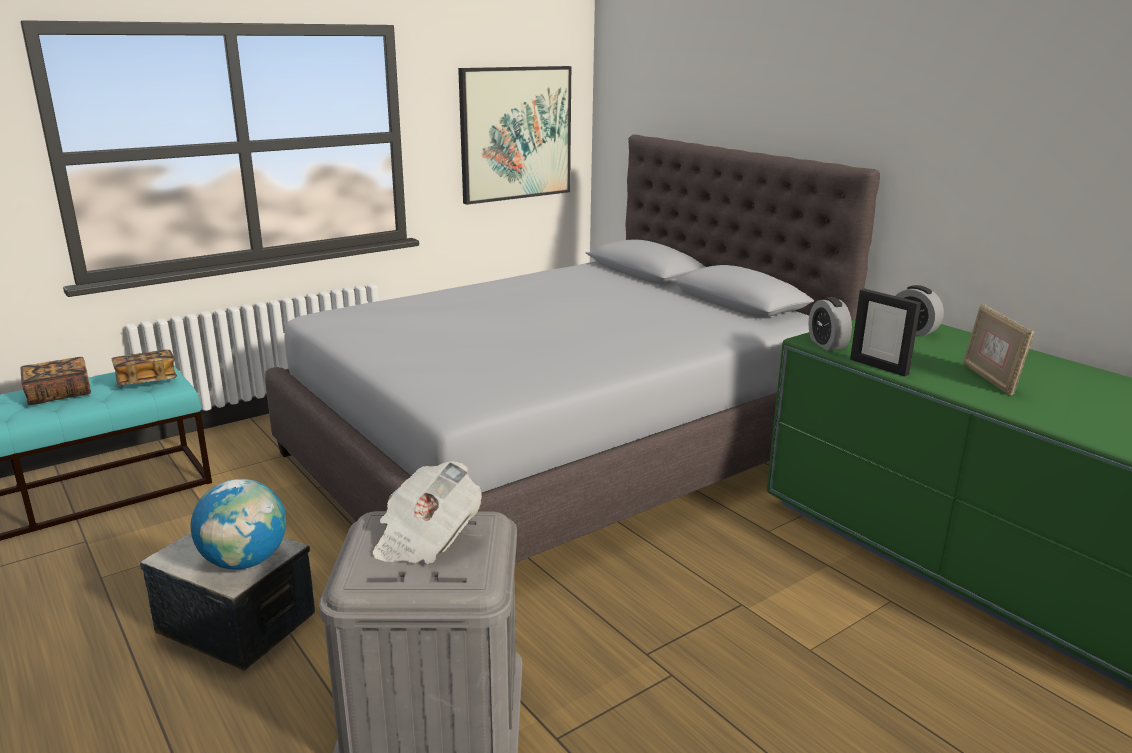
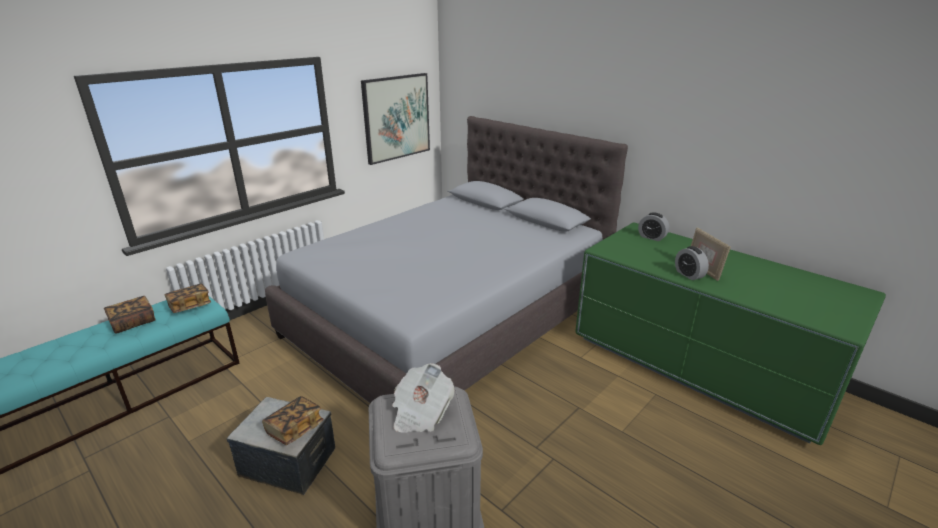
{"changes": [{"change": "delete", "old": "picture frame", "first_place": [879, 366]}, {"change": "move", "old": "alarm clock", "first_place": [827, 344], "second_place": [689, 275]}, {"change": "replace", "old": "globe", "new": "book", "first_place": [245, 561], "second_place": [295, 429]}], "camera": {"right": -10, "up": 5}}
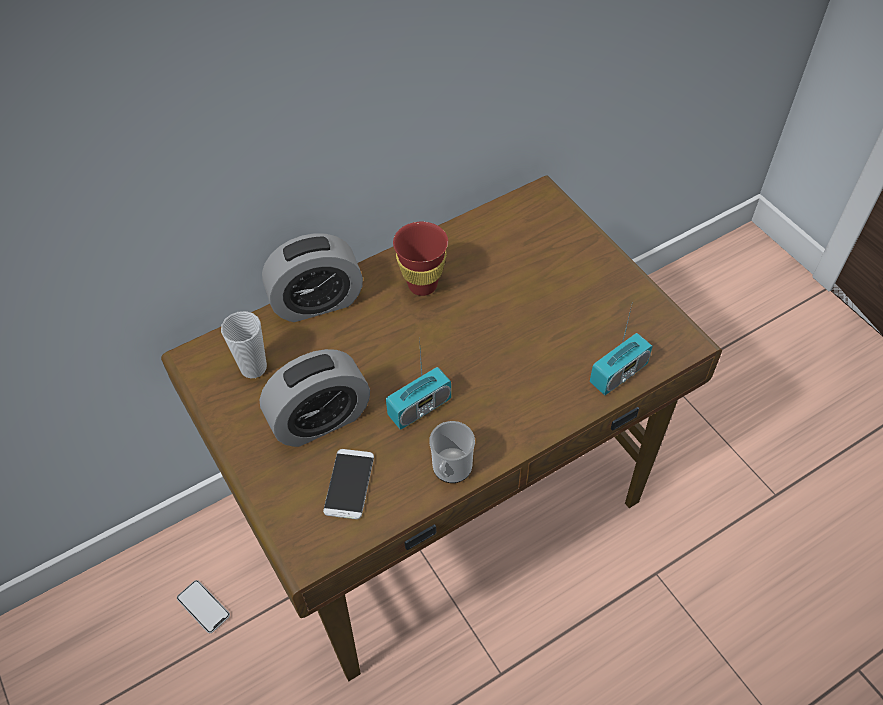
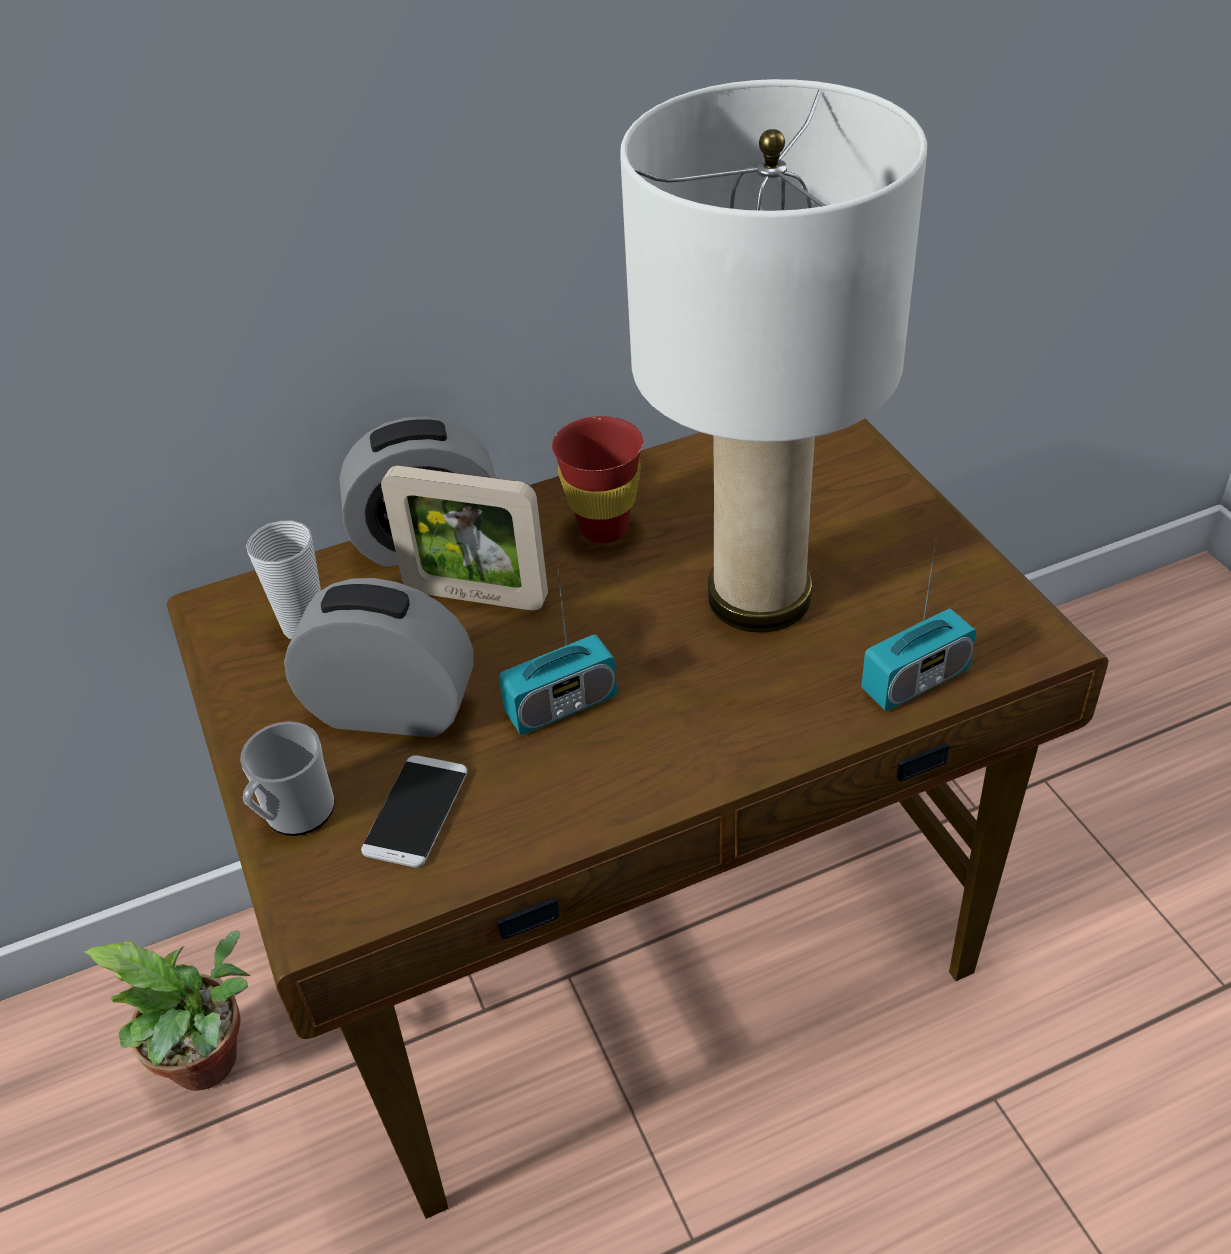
{"changes": [{"change": "insert", "new": "picture frame", "second_place": [476, 596]}, {"change": "insert", "new": "white table lamp", "second_place": [761, 596]}, {"change": "move", "old": "mug", "first_place": [450, 470], "second_place": [294, 815]}, {"change": "replace", "old": "phone", "new": "potted plant", "first_place": [203, 607], "second_place": [213, 1063]}, {"change": "rotate", "old": "alarm clock", "first_place": [320, 420], "second_place": [392, 710], "degrees": -150}], "camera": {"right": 10, "up": -10}}
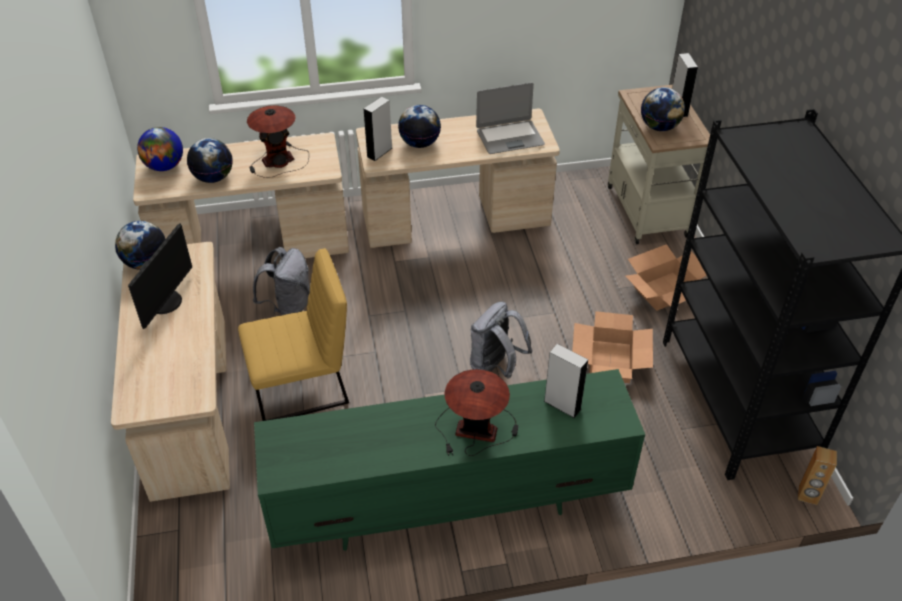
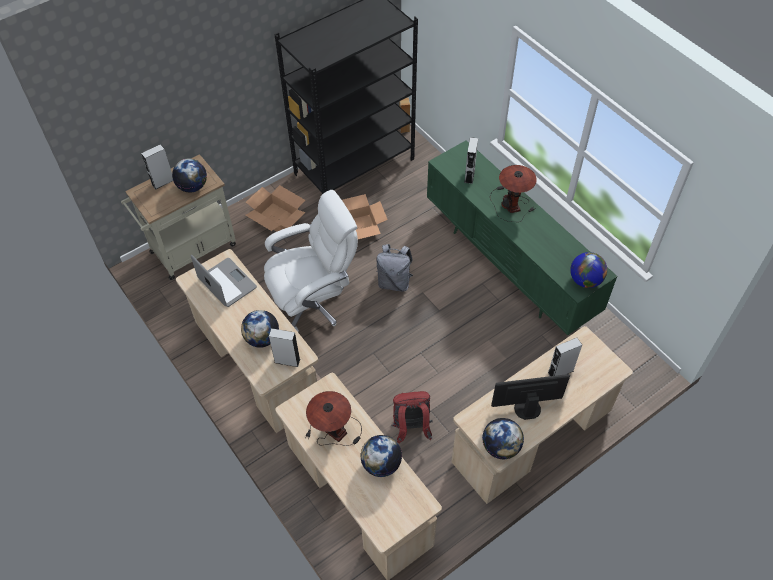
{"changes": [{"change": "delete", "old": "yellow chair", "first_place": [302, 387]}, {"change": "insert", "new": "white office chair", "second_place": [314, 303]}, {"change": "insert", "new": "grey speaker", "second_place": [560, 372]}, {"change": "move", "old": "globe", "first_place": [164, 166], "second_place": [585, 280]}, {"change": "recolor", "old": "grey backpack", "new": "red backpack", "first_place": [288, 308], "second_place": [411, 428]}], "camera": {"right": -115, "up": 10}}
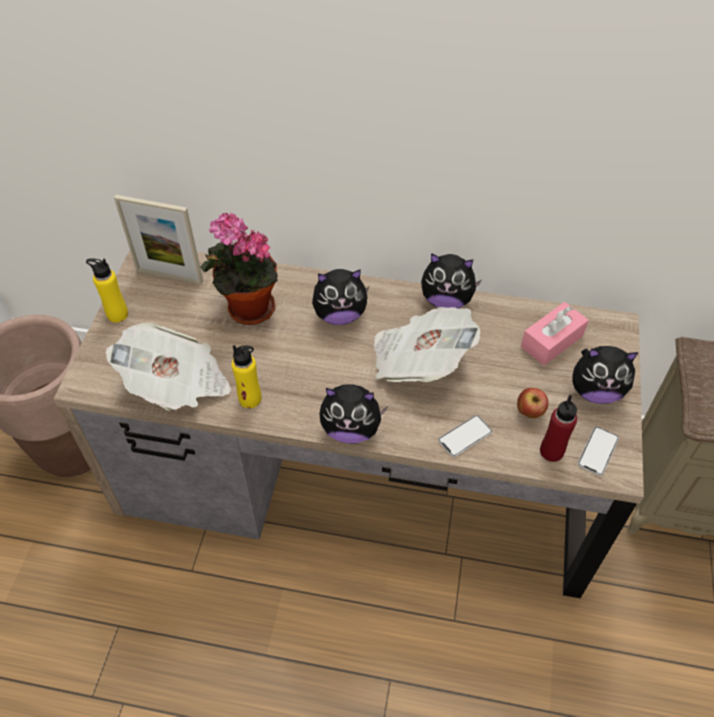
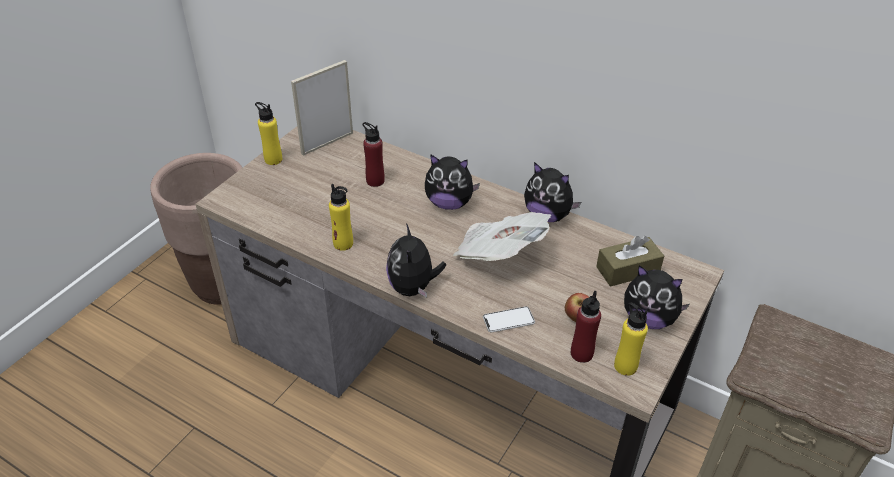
{"changes": [{"change": "delete", "old": "newspaper", "first_place": [177, 384]}, {"change": "replace", "old": "potted plant", "new": "red bottle", "first_place": [247, 309], "second_place": [375, 181]}, {"change": "replace", "old": "phone", "new": "yellow bottle", "first_place": [598, 451], "second_place": [625, 366]}, {"change": "recolor", "old": "pink tissue box", "new": "brown tissue box", "first_place": [551, 341], "second_place": [627, 270]}, {"change": "rotate", "old": "picture frame", "first_place": [169, 276], "second_place": [327, 143], "degrees": 105}, {"change": "rotate", "old": "plush toy", "first_place": [351, 429], "second_place": [413, 287], "degrees": 60}], "camera": {"right": 20, "up": -10}}
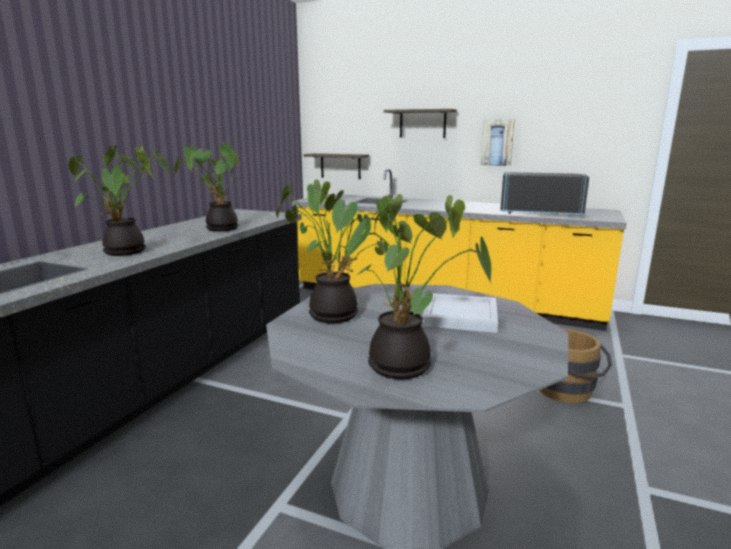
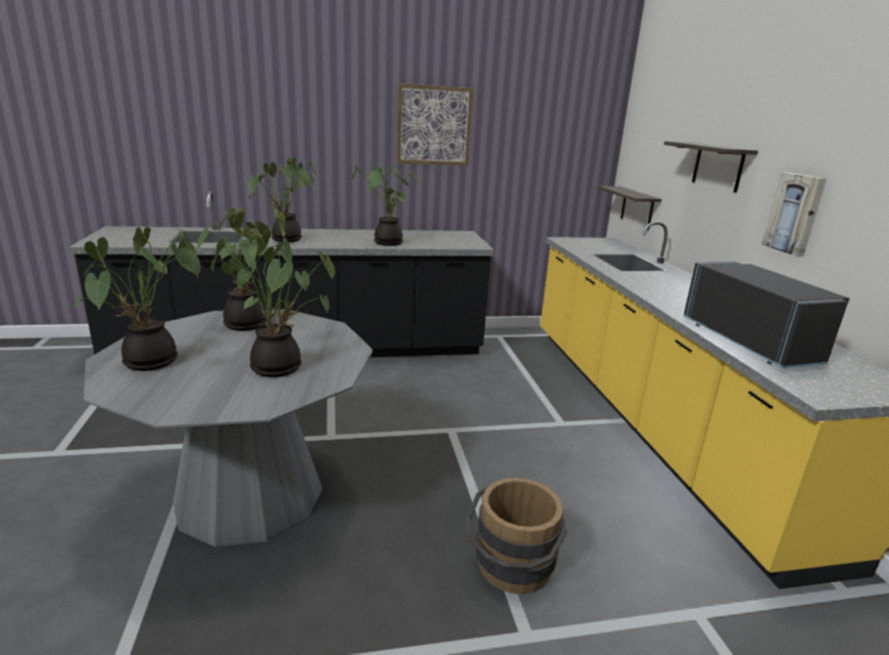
{"changes": [{"change": "insert", "new": "picture", "second_place": [434, 125]}, {"change": "replace", "old": "white tray", "new": "potted plant", "first_place": [459, 316], "second_place": [279, 366]}], "camera": {"right": 55, "up": 5}}
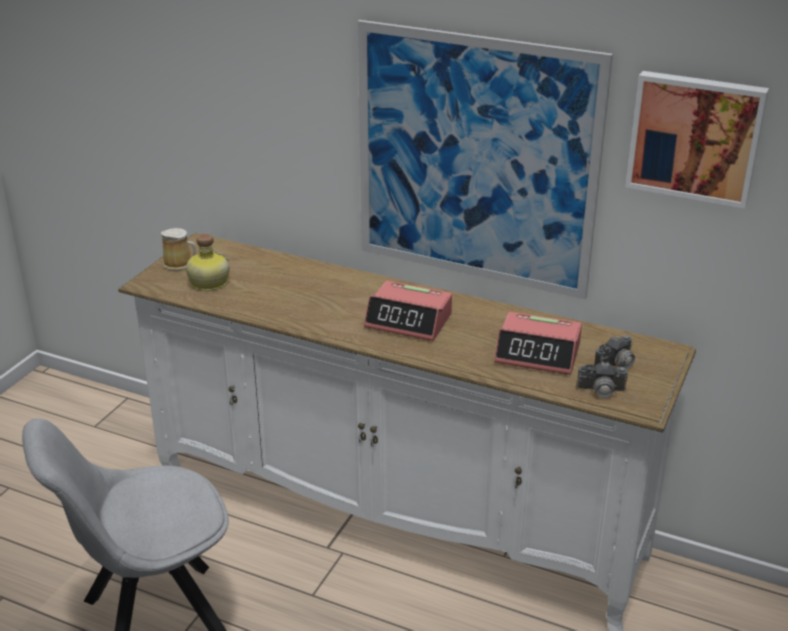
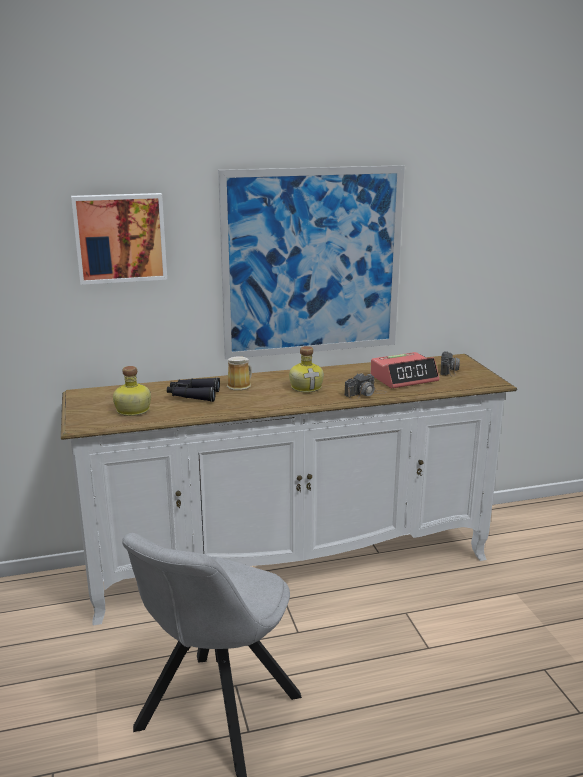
{"changes": [{"change": "insert", "new": "black binoculars", "second_place": [193, 395]}, {"change": "move", "old": "mug", "first_place": [180, 263], "second_place": [240, 386]}, {"change": "move", "old": "photo camera", "first_place": [606, 392], "second_place": [365, 394]}, {"change": "move", "old": "picture", "first_place": [695, 137], "second_place": [120, 237]}, {"change": "replace", "old": "alarm clock", "new": "bottle", "first_place": [409, 321], "second_place": [306, 387]}], "camera": {"right": -40, "up": -10}}
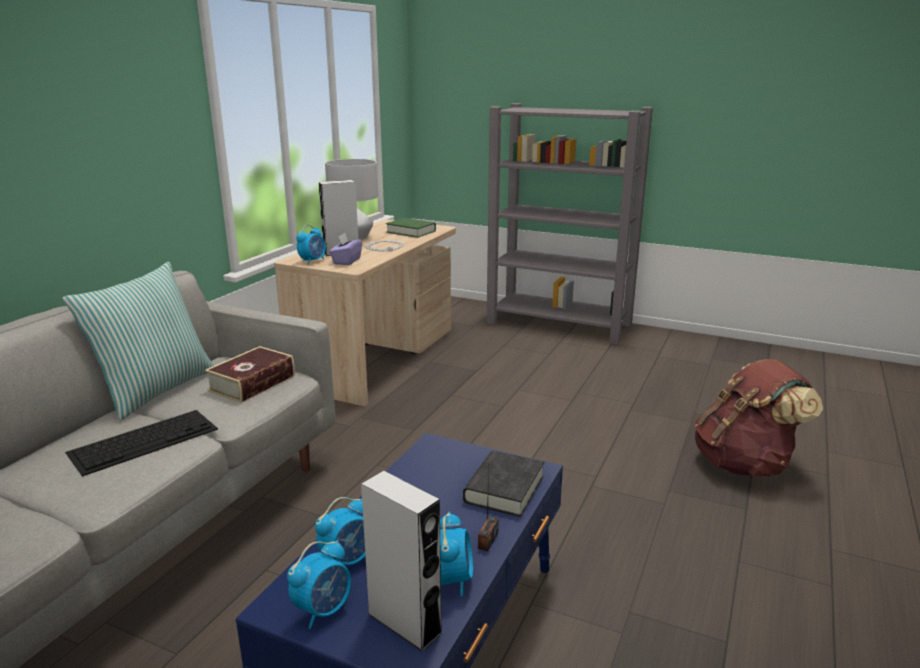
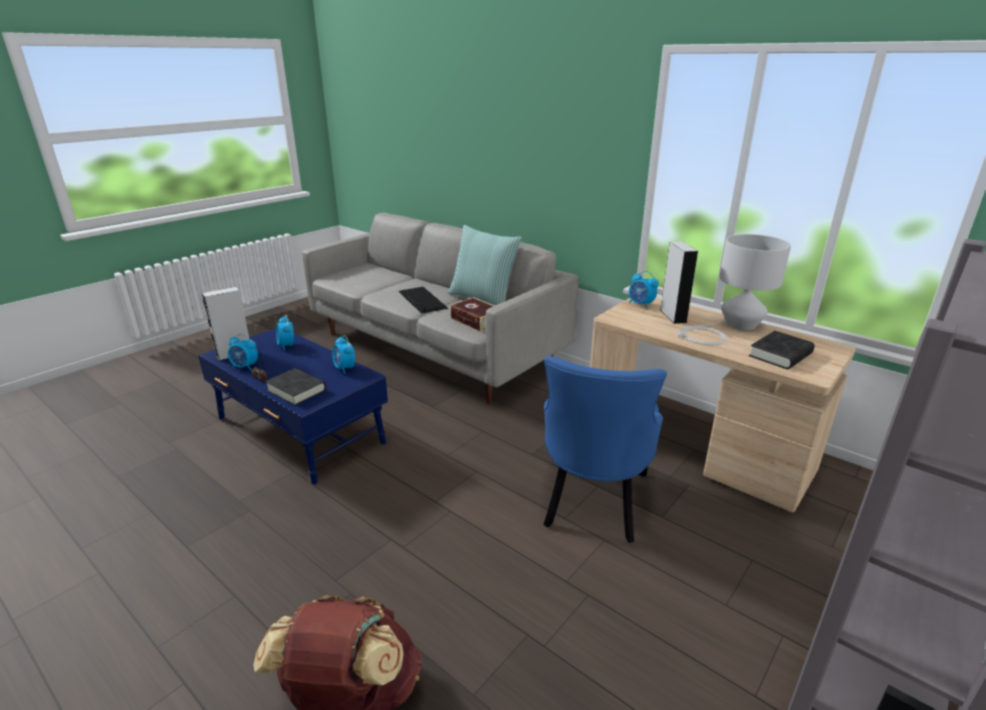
{"changes": [{"change": "delete", "old": "purple tissue box", "first_place": [346, 261]}, {"change": "insert", "new": "blue chair", "second_place": [593, 496]}, {"change": "move", "old": "alarm clock", "first_place": [323, 610], "second_place": [345, 368]}, {"change": "recolor", "old": "green book", "new": "black book", "first_place": [411, 232], "second_place": [780, 355]}], "camera": {"right": 105, "up": 5}}
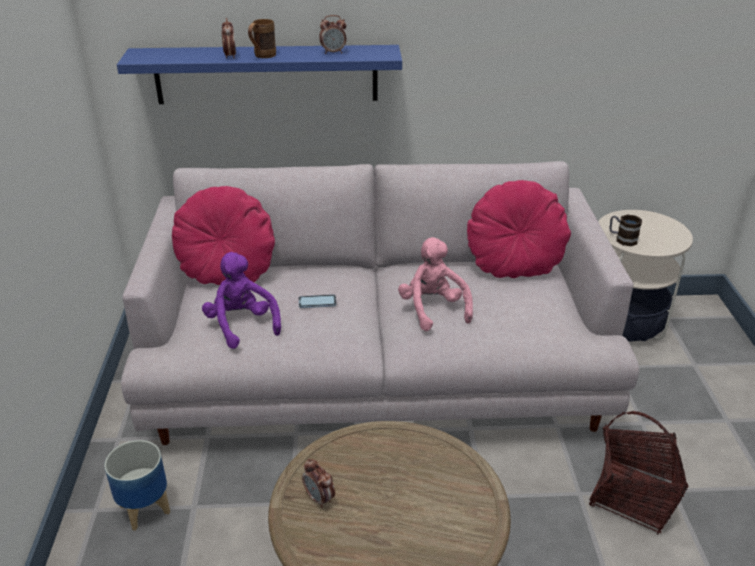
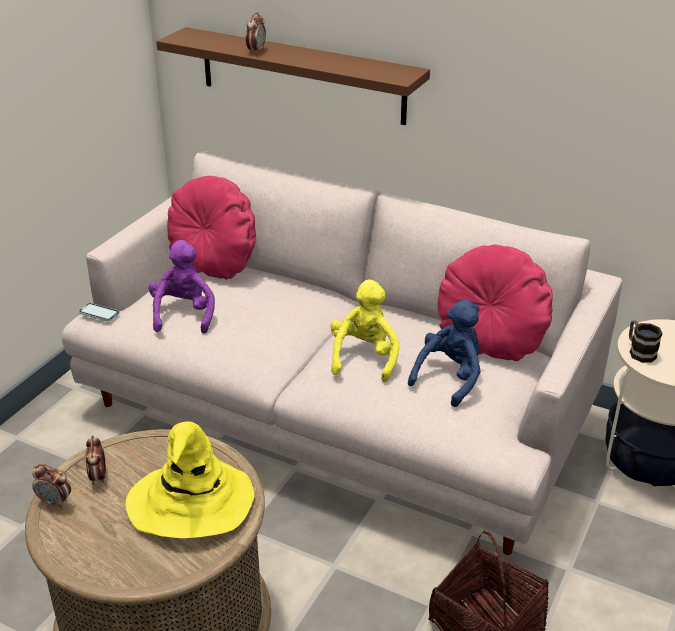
{"changes": [{"change": "delete", "old": "planter", "first_place": [144, 509]}, {"change": "delete", "old": "brown mug", "first_place": [262, 56]}, {"change": "insert", "new": "yellow hat", "second_place": [190, 503]}, {"change": "insert", "new": "blue plush toy", "second_place": [450, 378]}, {"change": "move", "old": "phone", "first_place": [317, 302], "second_place": [99, 313]}, {"change": "move", "old": "alarm clock", "first_place": [333, 52], "second_place": [55, 502]}, {"change": "recolor", "old": "blue shelf", "new": "brown shelf", "first_place": [266, 74], "second_place": [301, 75]}, {"change": "recolor", "old": "pink plush toy", "new": "yellow plush toy", "first_place": [433, 309], "second_place": [364, 357]}], "camera": {"right": 30, "up": 0}}
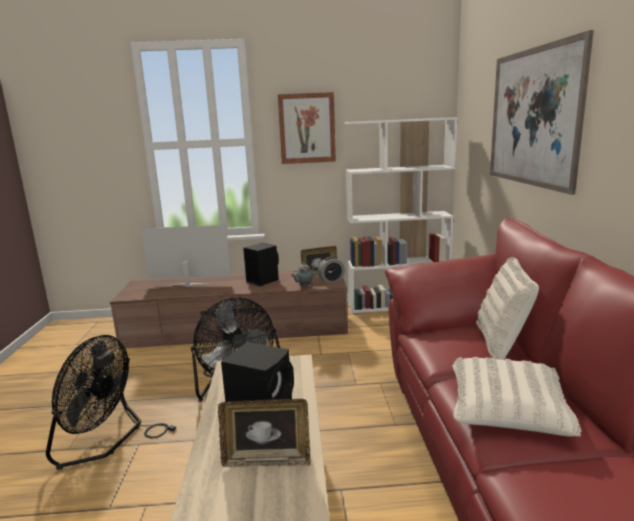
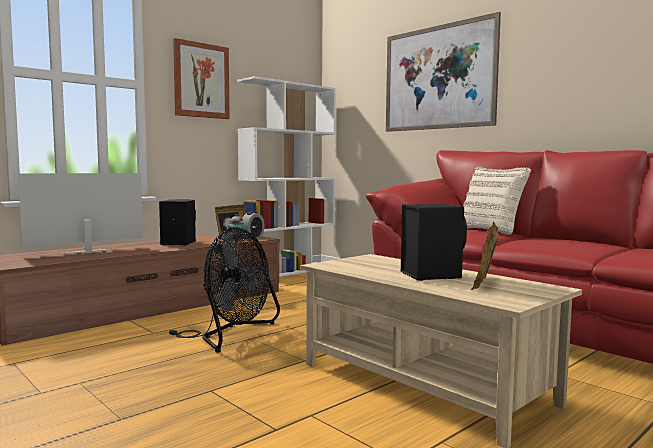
{"changes": [{"change": "delete", "old": "black fan", "first_place": [115, 436]}, {"change": "delete", "old": "beige pillow", "first_place": [508, 408]}, {"change": "rotate", "old": "picture frame", "first_place": [267, 460], "second_place": [484, 283], "degrees": 150}], "camera": {"right": -40, "up": -10}}
